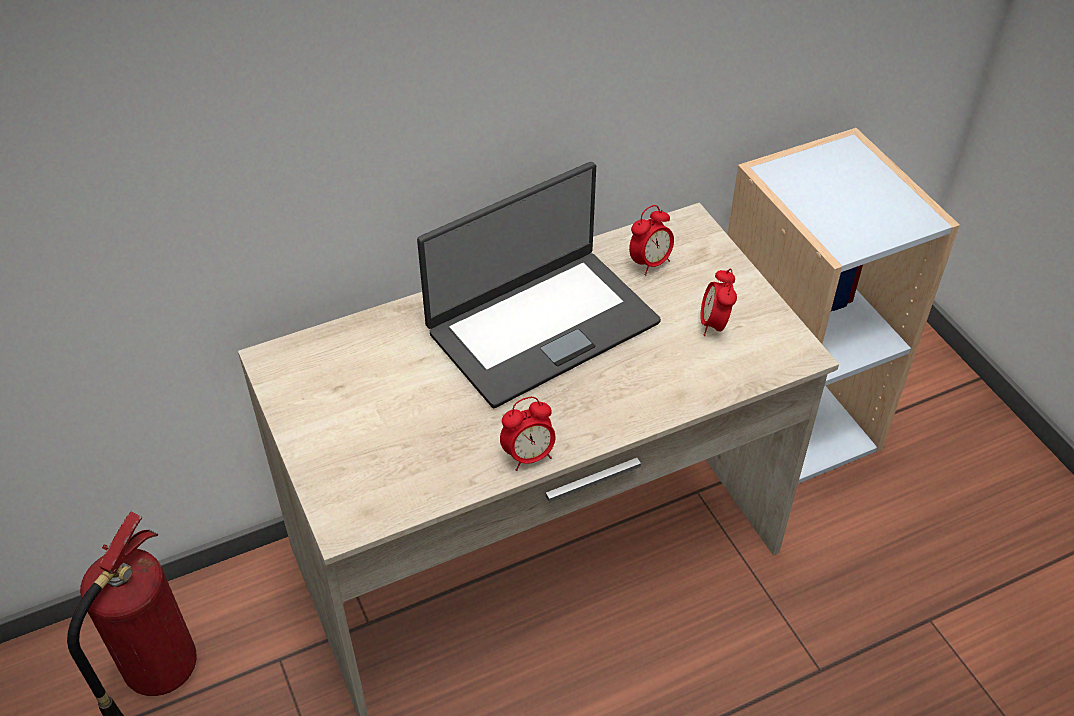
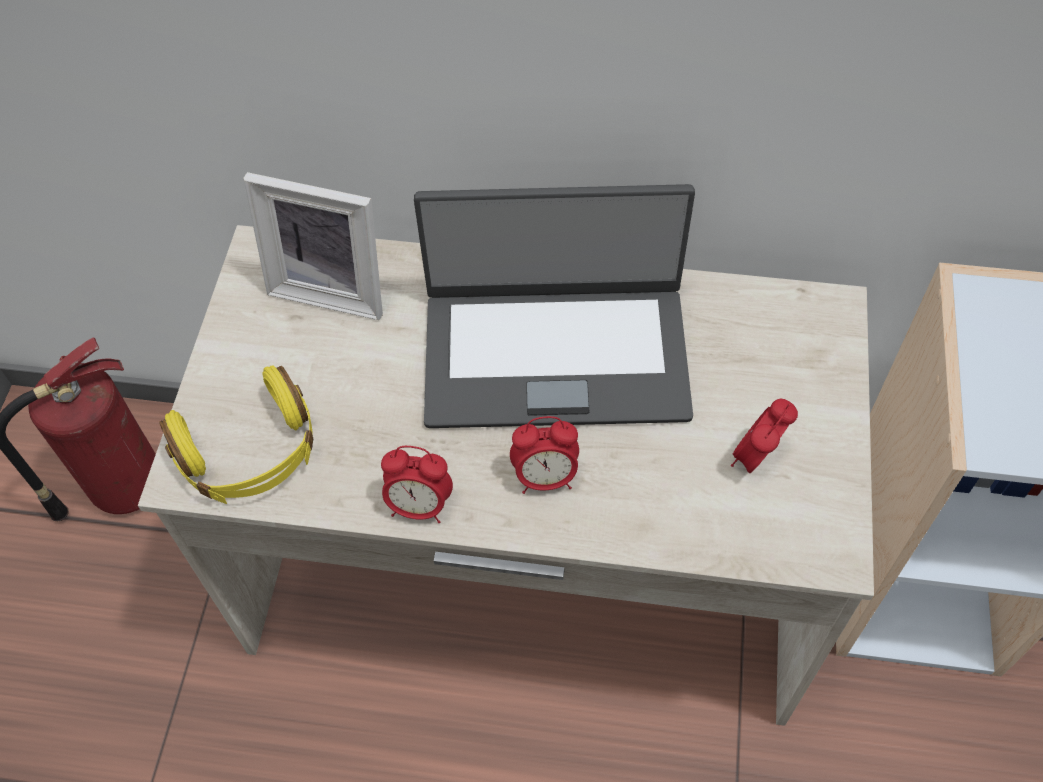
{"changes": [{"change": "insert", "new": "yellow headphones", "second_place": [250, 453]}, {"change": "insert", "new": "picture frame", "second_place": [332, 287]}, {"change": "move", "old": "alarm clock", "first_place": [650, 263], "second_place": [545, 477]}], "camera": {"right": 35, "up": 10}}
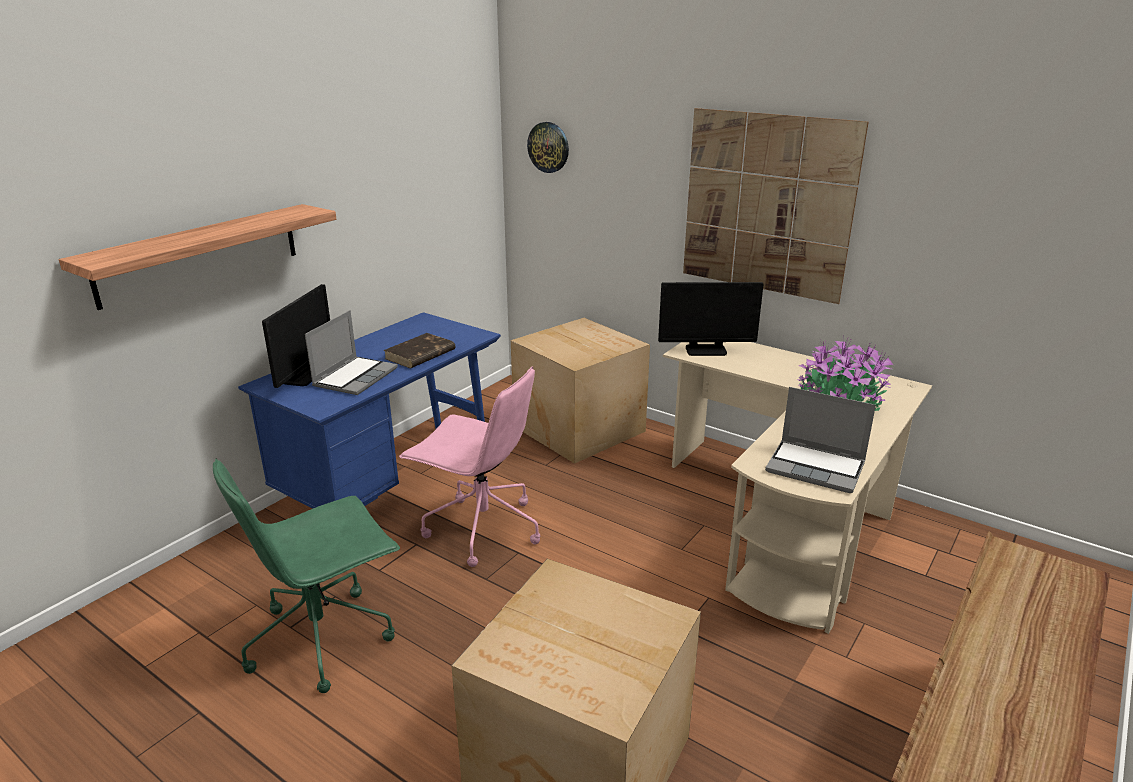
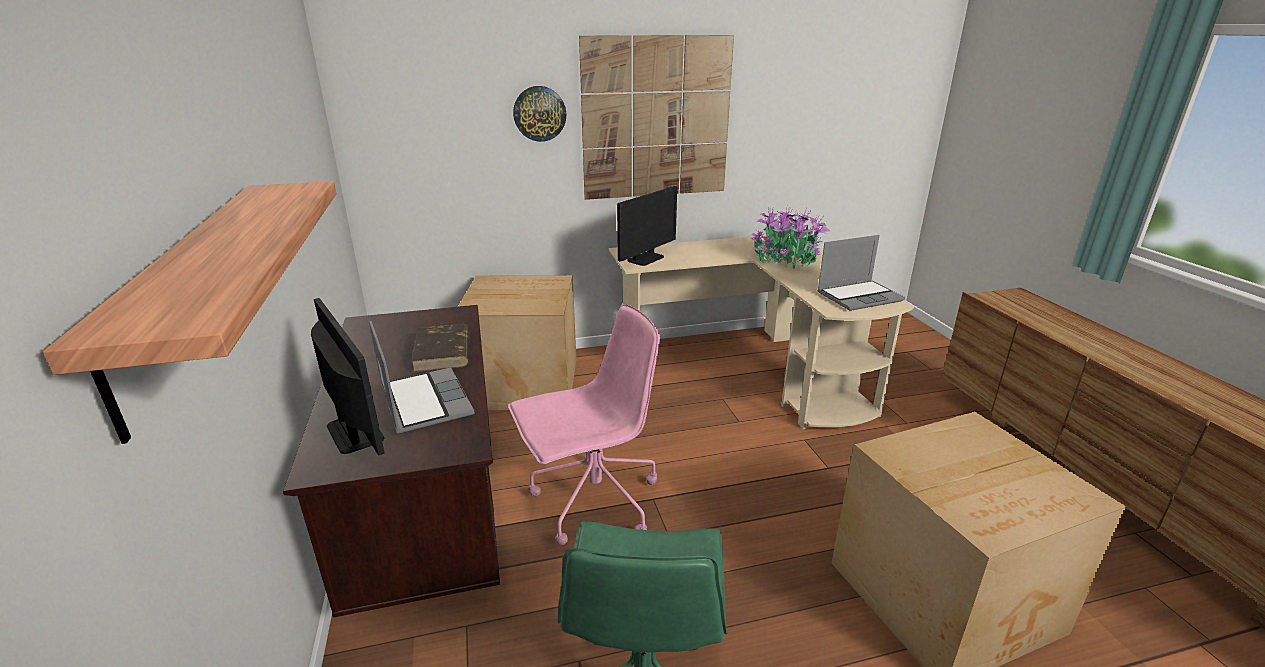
{"changes": [{"change": "move", "old": "wall clock", "first_place": [548, 147], "second_place": [539, 113]}, {"change": "recolor", "old": "blue desk", "new": "brown desk", "first_place": [392, 479], "second_place": [430, 521]}], "camera": {"right": -50, "up": 0}}
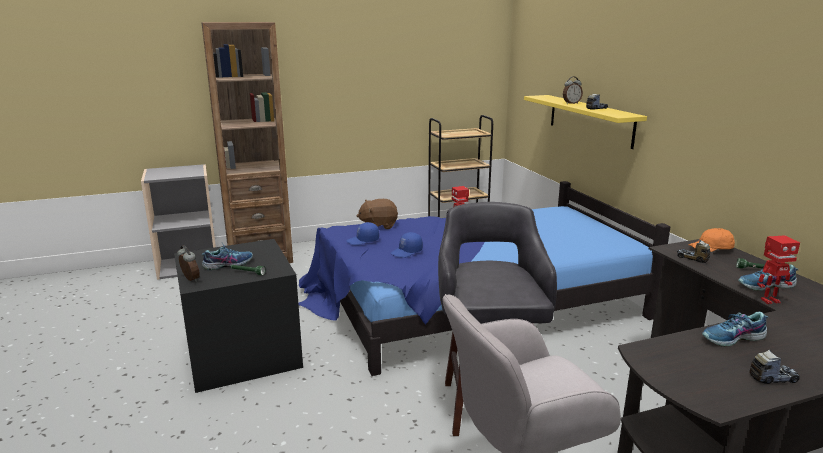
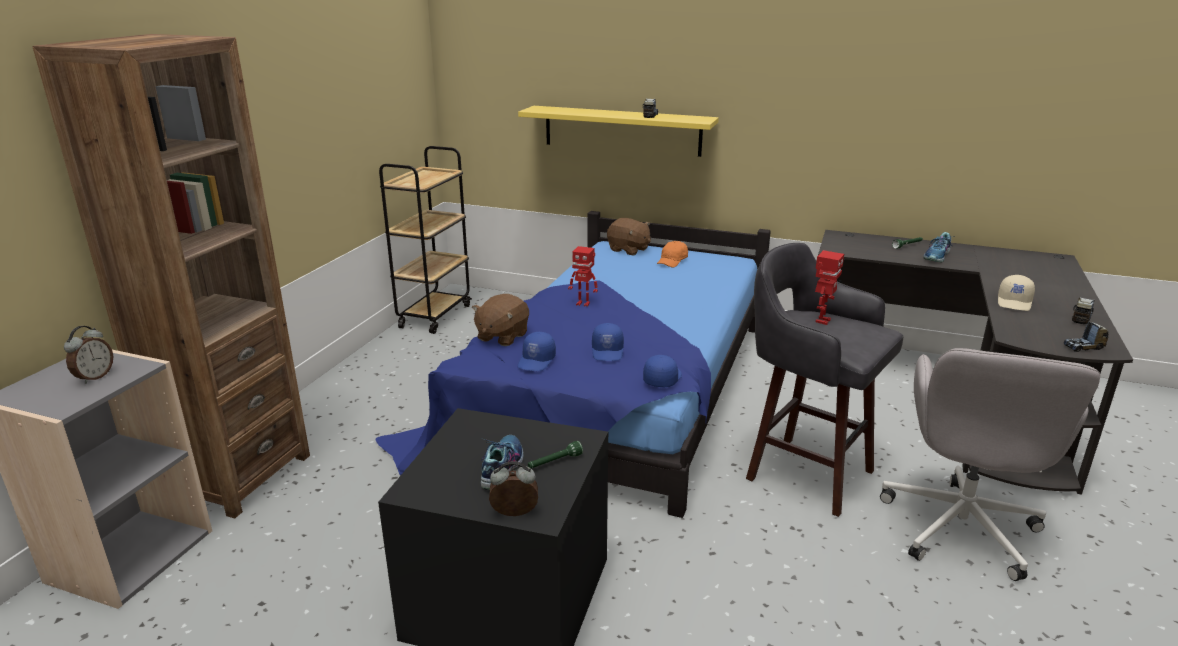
{"changes": [{"change": "insert", "new": "brown plush toy", "second_place": [628, 250]}, {"change": "insert", "new": "blue cap", "second_place": [662, 378]}, {"change": "move", "old": "alarm clock", "first_place": [571, 103], "second_place": [94, 377]}, {"change": "move", "old": "toy truck", "first_place": [692, 258], "second_place": [1084, 347]}, {"change": "move", "old": "orange cap", "first_place": [711, 249], "second_place": [672, 261]}, {"change": "move", "old": "toy robot", "first_place": [769, 300], "second_place": [822, 320]}, {"change": "replace", "old": "shoe", "new": "beige cap", "first_place": [733, 338], "second_place": [1015, 302]}], "camera": {"right": -50, "up": 5}}
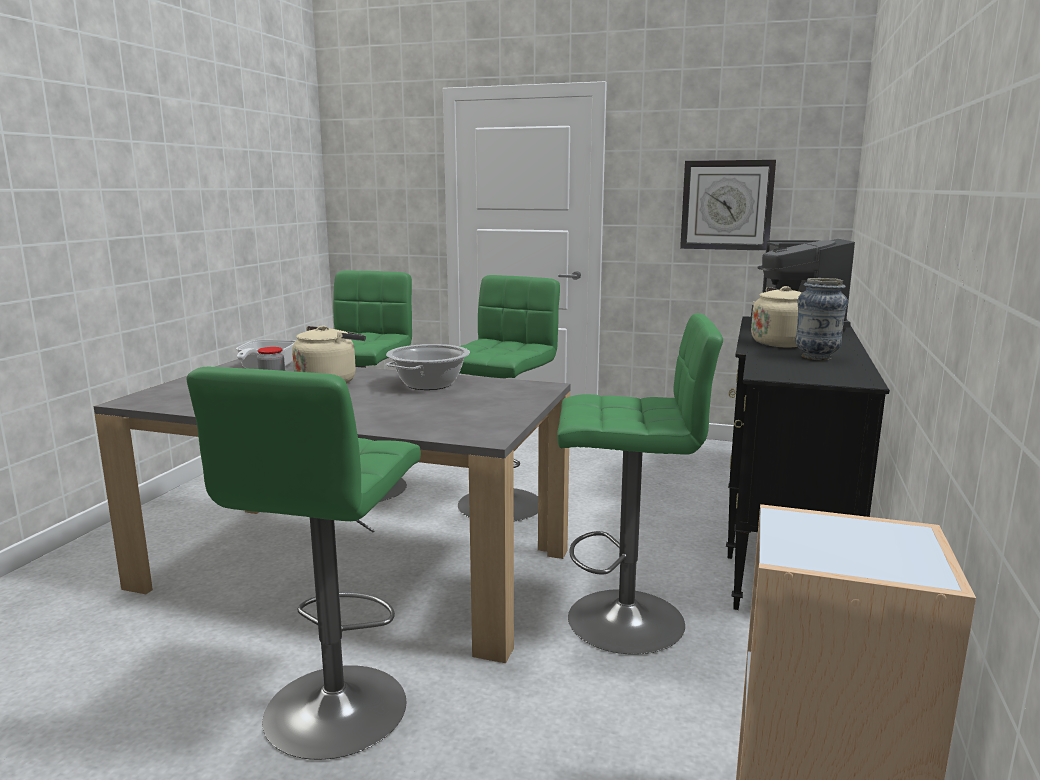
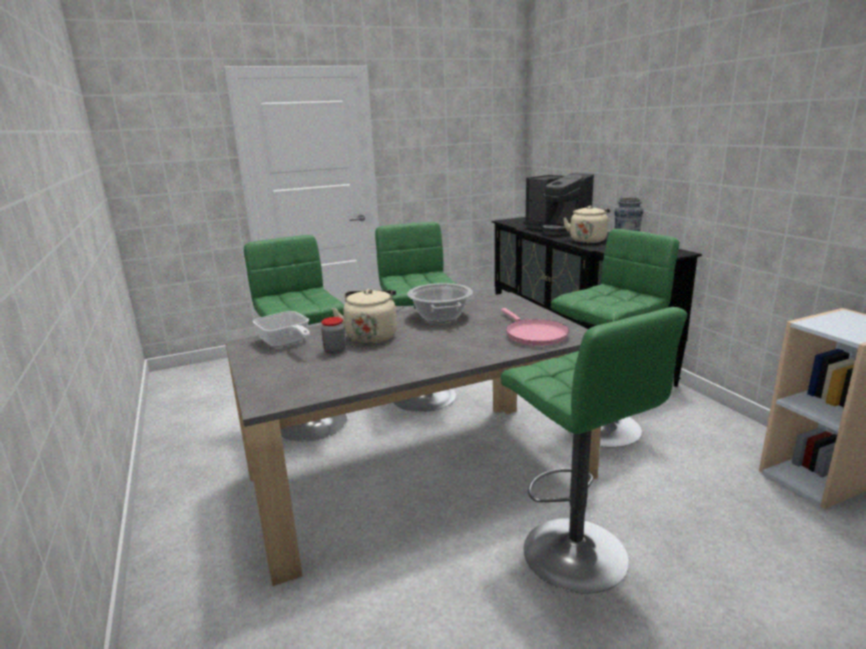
{"changes": [{"change": "delete", "old": "wall clock", "first_place": [726, 205]}, {"change": "insert", "new": "pink frying pan", "second_place": [534, 335]}], "camera": {"right": -40, "up": 5}}
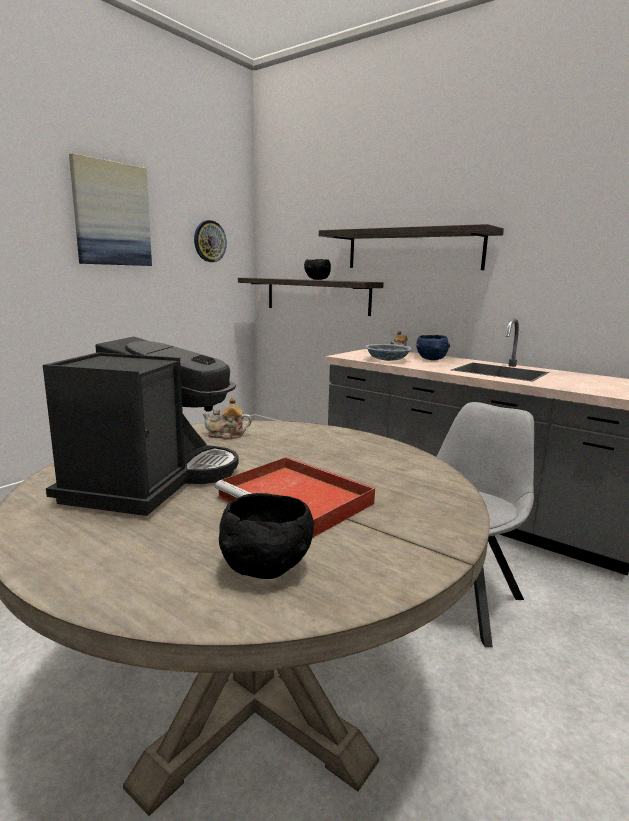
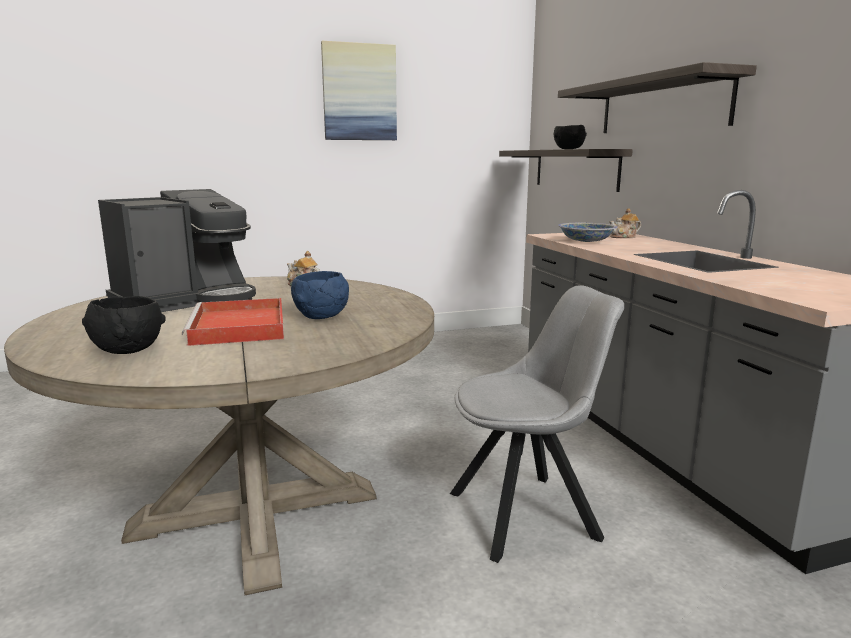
{"changes": [{"change": "delete", "old": "wall clock", "first_place": [209, 241]}, {"change": "move", "old": "blue bowl", "first_place": [431, 359], "second_place": [321, 317]}], "camera": {"right": 35, "up": 0}}
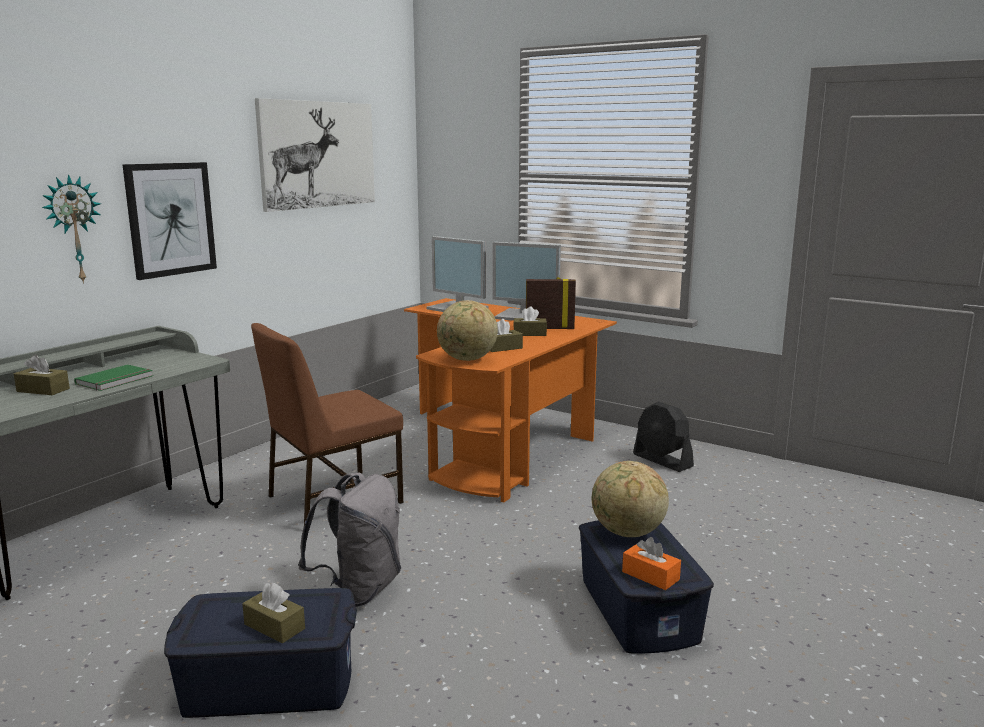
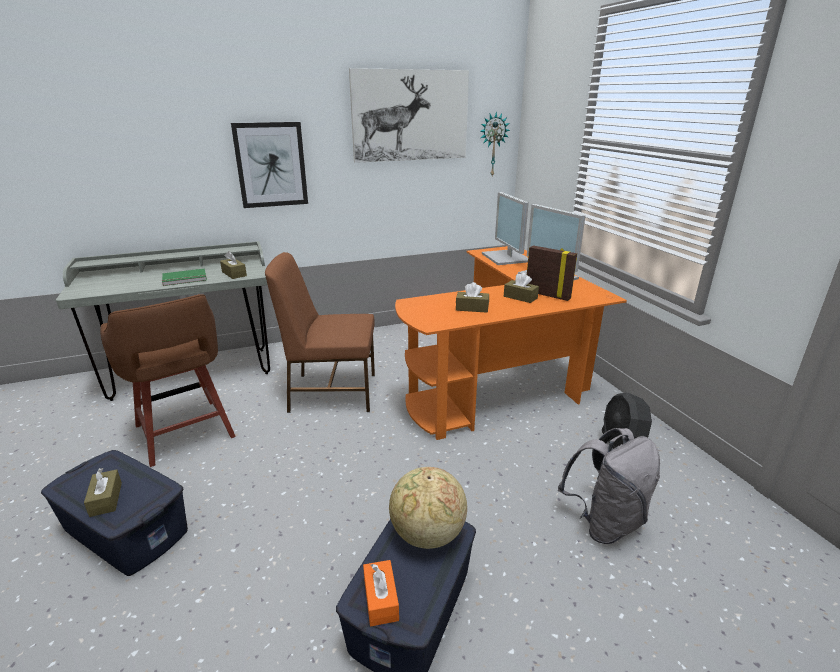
{"changes": [{"change": "delete", "old": "globe", "first_place": [467, 360]}, {"change": "insert", "new": "brown stool", "second_place": [185, 433]}, {"change": "move", "old": "brown tissue box", "first_place": [43, 390], "second_place": [234, 274]}, {"change": "move", "old": "wall clock", "first_place": [73, 229], "second_place": [492, 145]}, {"change": "move", "old": "grey backpack", "first_place": [359, 590], "second_place": [604, 522]}], "camera": {"right": 35, "up": 10}}
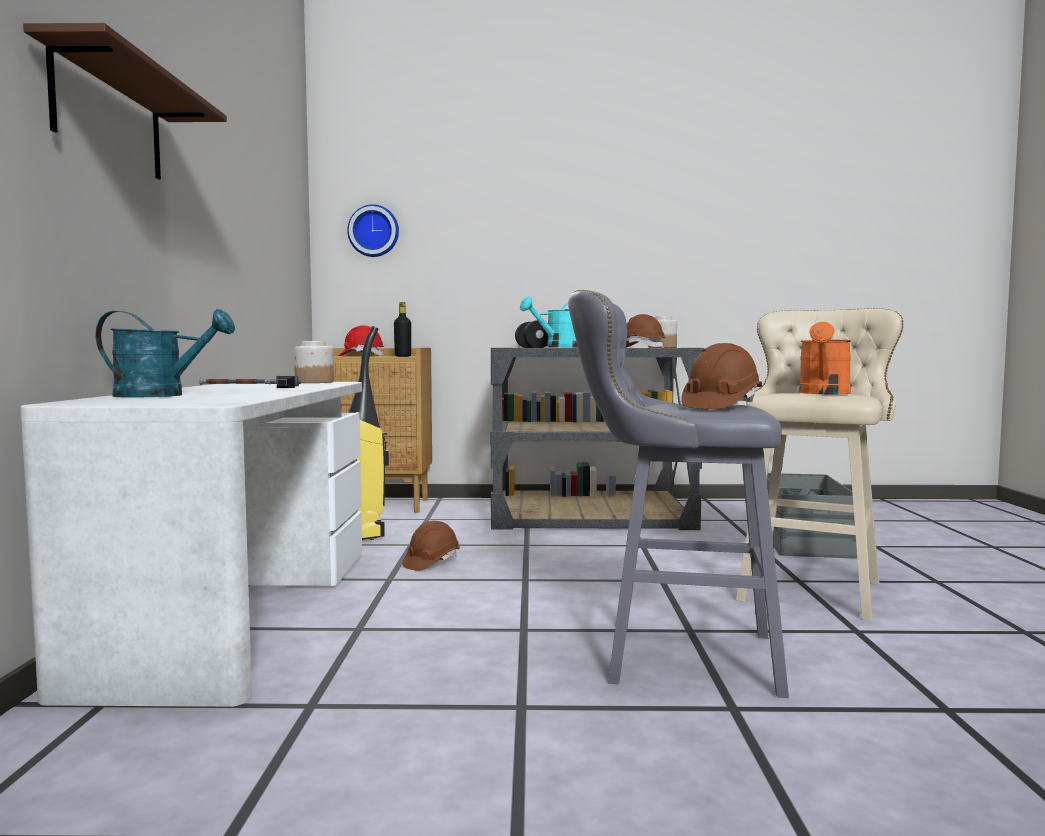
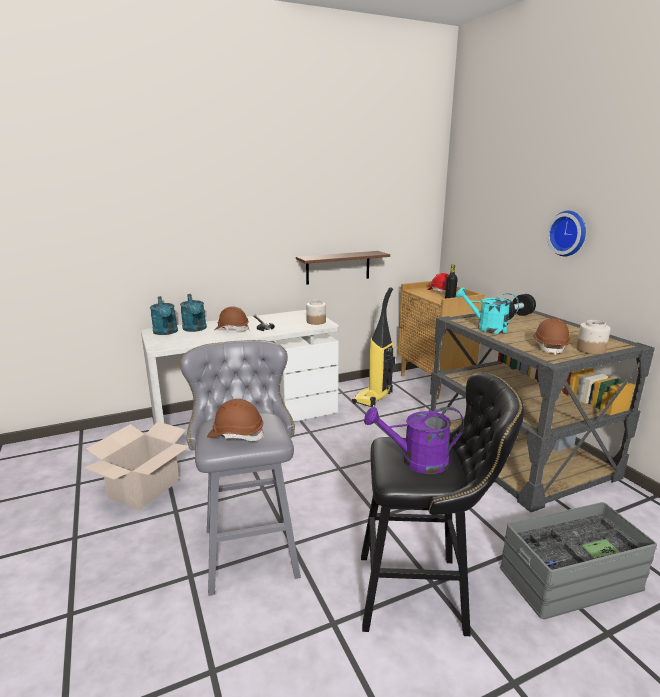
{"changes": [{"change": "insert", "new": "cardboard box", "second_place": [144, 488]}, {"change": "insert", "new": "turquoise watering can", "second_place": [166, 332]}, {"change": "move", "old": "brown shelf", "first_place": [109, 117], "second_place": [338, 267]}, {"change": "move", "old": "wall clock", "first_place": [374, 231], "second_place": [569, 233]}, {"change": "move", "old": "brown hard hat", "first_place": [431, 562], "second_place": [232, 329]}, {"change": "recolor", "old": "beige stool", "new": "black stool", "first_place": [813, 585], "second_place": [426, 593]}, {"change": "recolor", "old": "orange watering can", "new": "purple watering can", "first_place": [824, 393], "second_place": [416, 462]}], "camera": {"right": 65, "up": 15}}
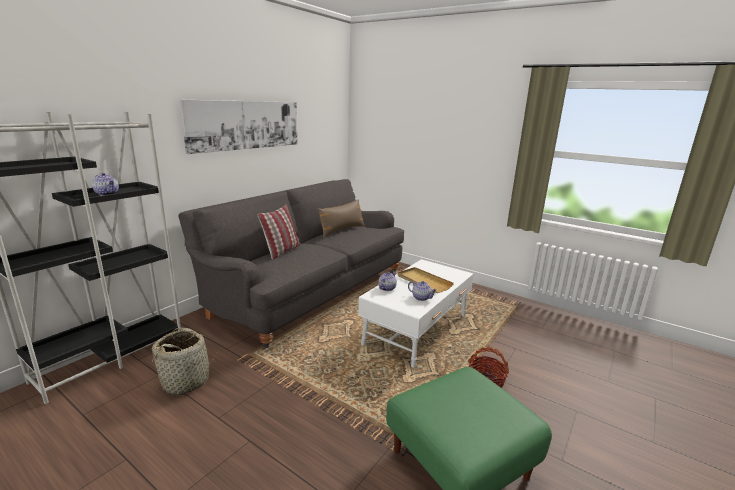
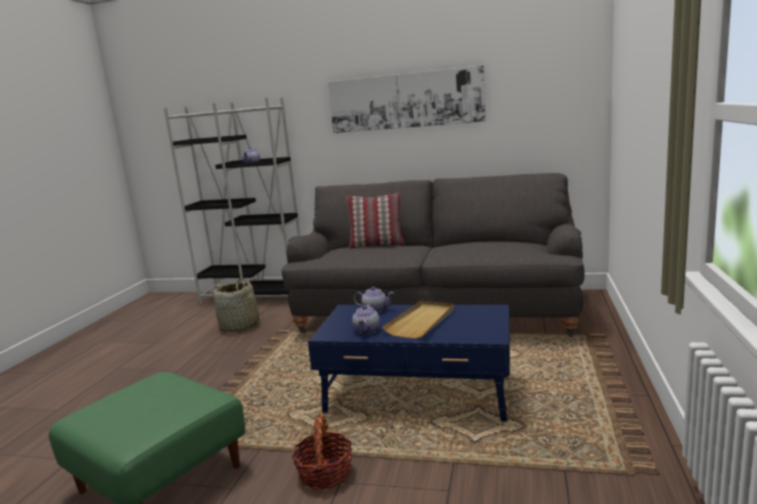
{"changes": [{"change": "delete", "old": "brown pillow", "first_place": [341, 230]}, {"change": "recolor", "old": "white coffee table", "new": "blue coffee table", "first_place": [416, 329], "second_place": [419, 394]}], "camera": {"right": 70, "up": -5}}
